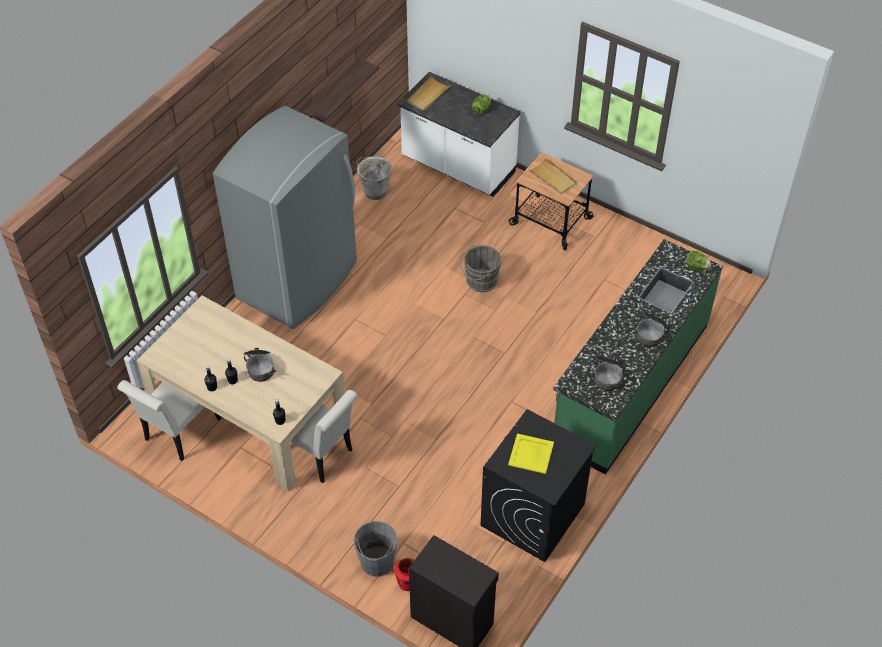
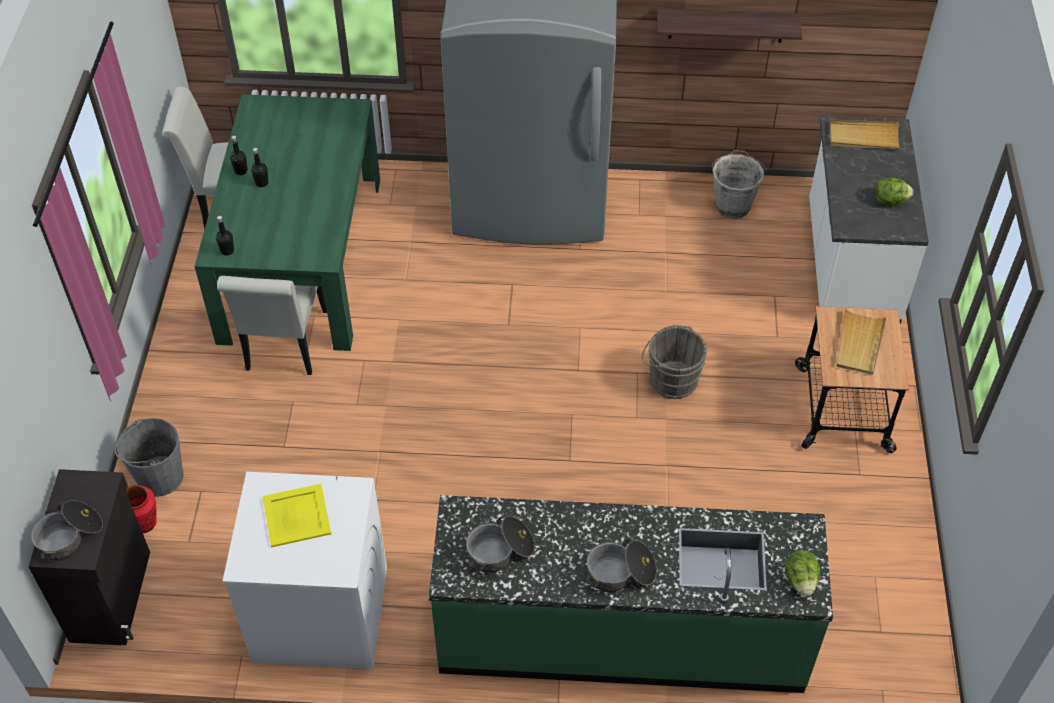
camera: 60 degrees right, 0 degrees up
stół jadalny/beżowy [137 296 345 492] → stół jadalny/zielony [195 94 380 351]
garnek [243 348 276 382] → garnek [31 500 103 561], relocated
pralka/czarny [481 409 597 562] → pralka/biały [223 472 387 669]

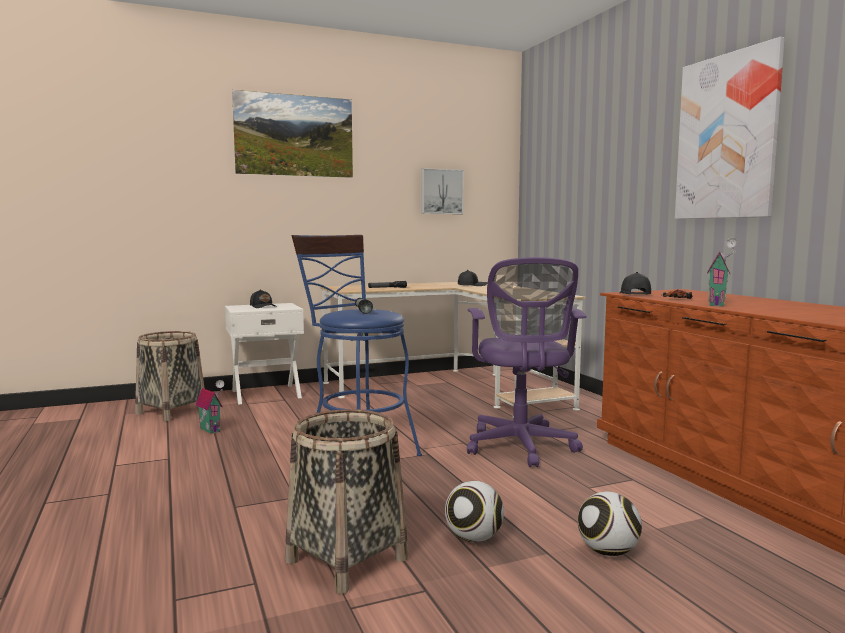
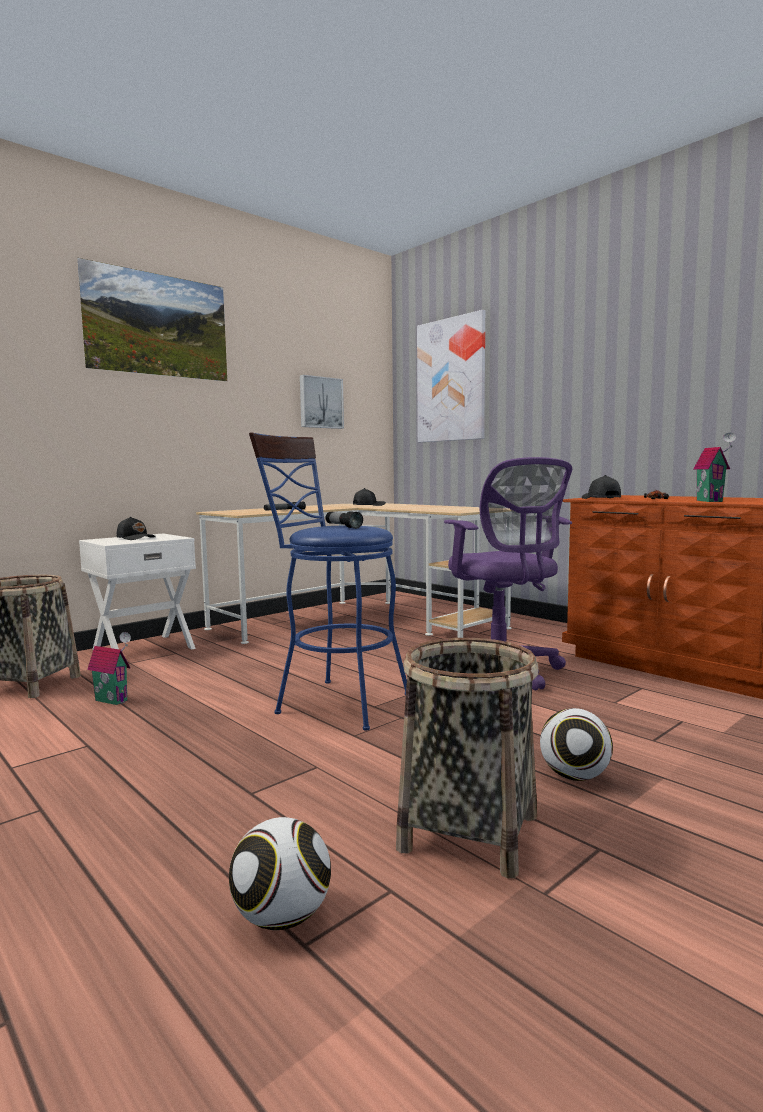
camera: 20 degrees left, 0 degrees up
obraz [675 37 785 219] → obraz [417 310 485 442], relocated
piłka futbolowa [578 491 642 556] → piłka futbolowa [229 817 331 930], relocated

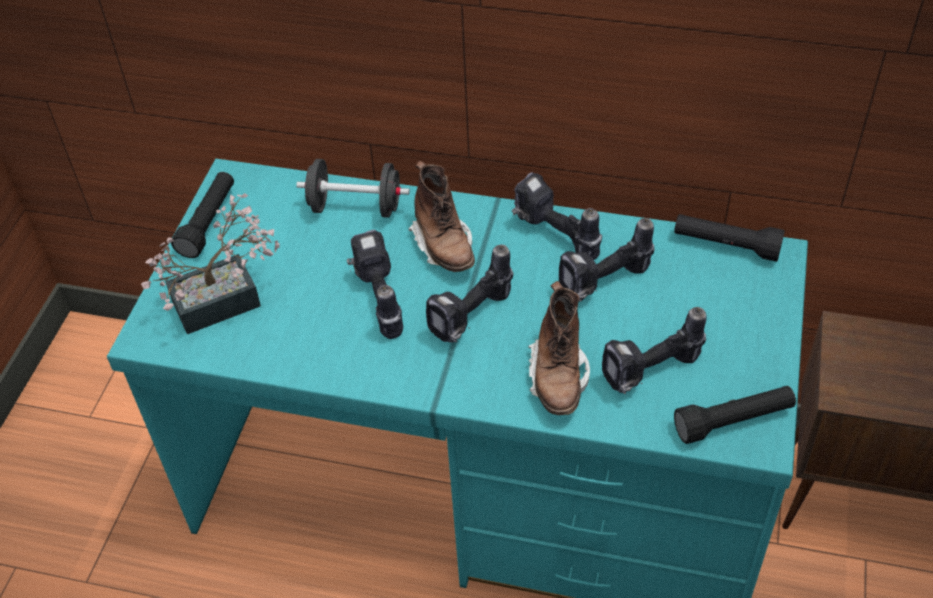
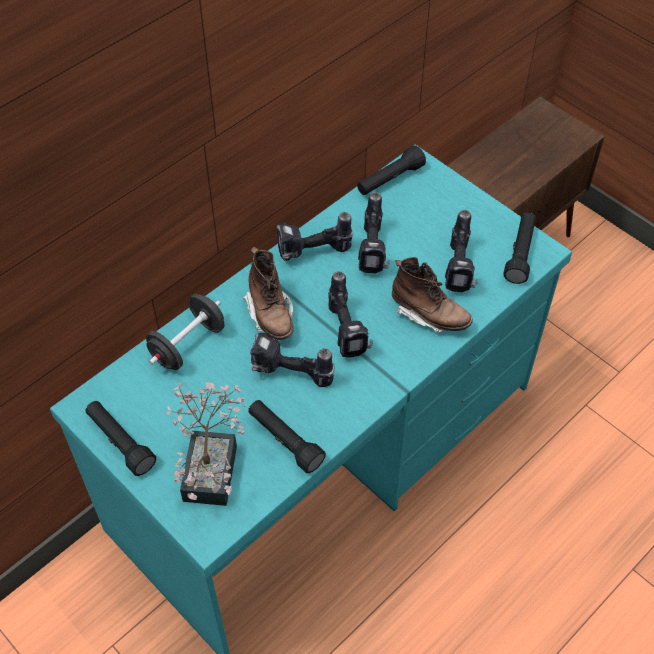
camera: 60 degrees left, 5 degrees up
but z cholewką/brązowy [408 161 475 272] → but z cholewką/brązowy [243 247 294 340], 60 degrees clockwise
- → latarka/czarny [248 400 326 473]

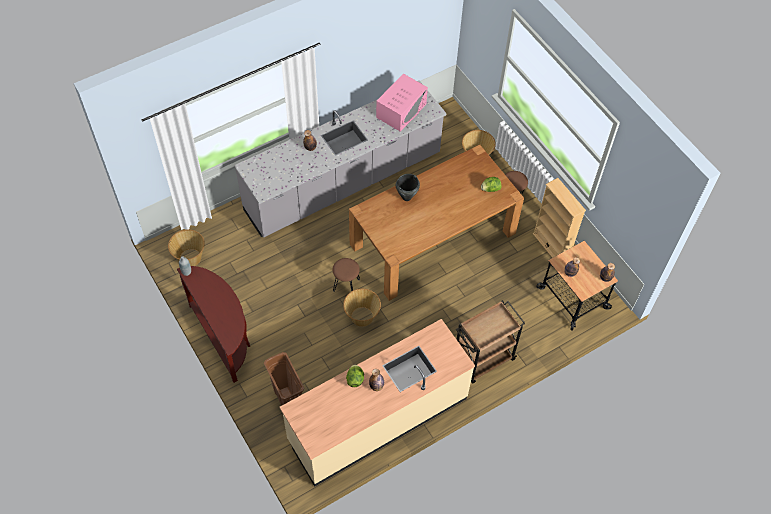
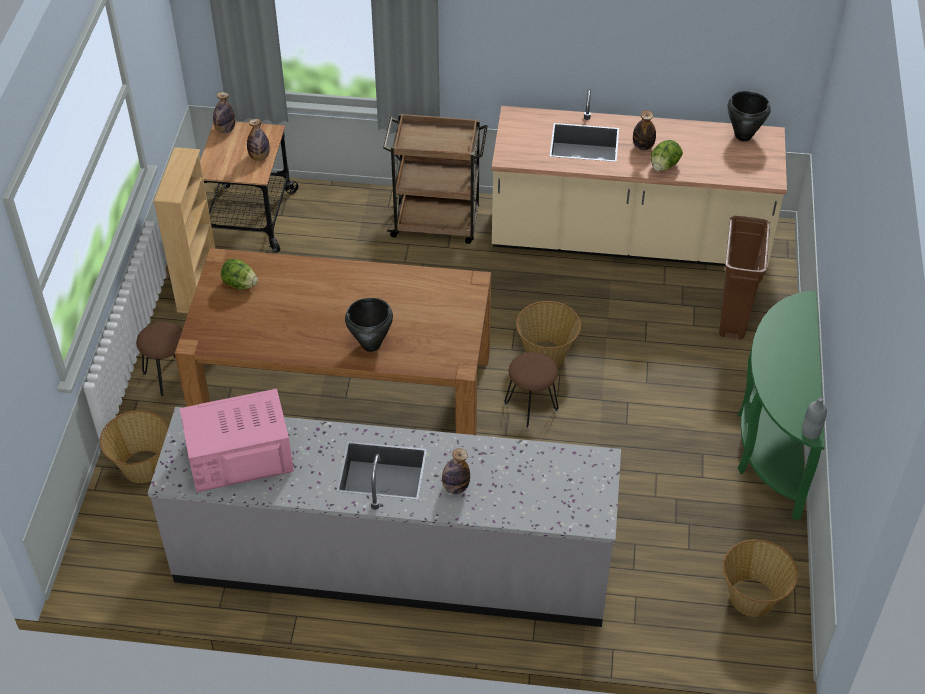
camera: 140 degrees left, 10 degrees down
stolik konsolowy/brązowy [177 266 250 383] → stolik konsolowy/zielony [738 291 825 520]
- → garnek/czarny [728 91 771 141]

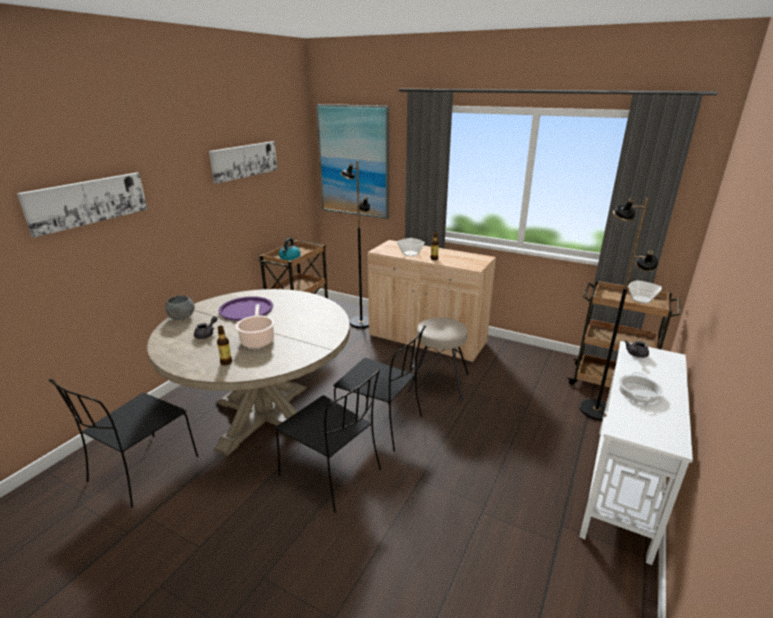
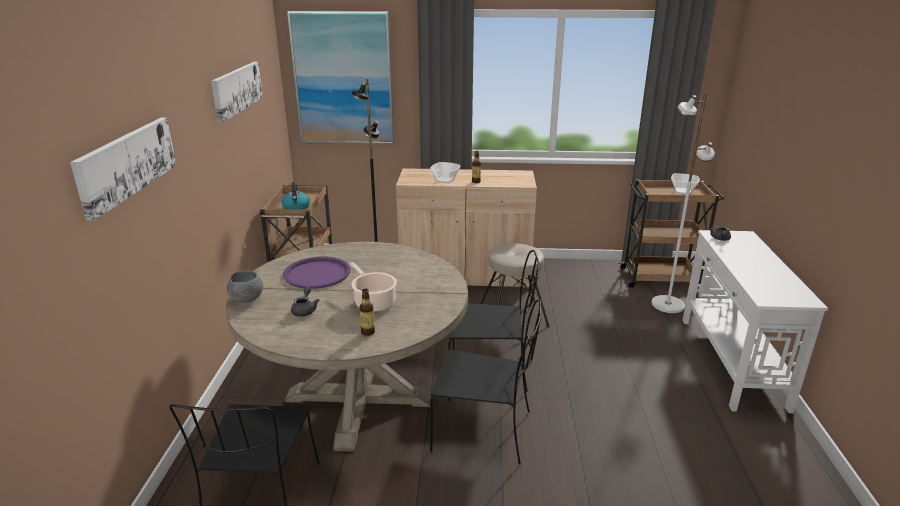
camera: 25 degrees left, 0 degrees up
lampa stojąca/czarny [580 198 658 421] → lampa stojąca/biały [651 93 715 313]
garnek [619 372 663 403] → -

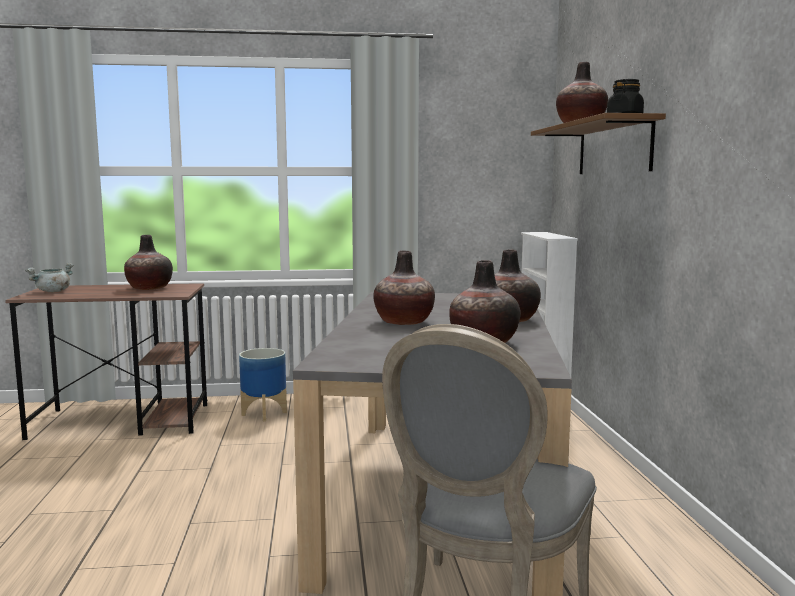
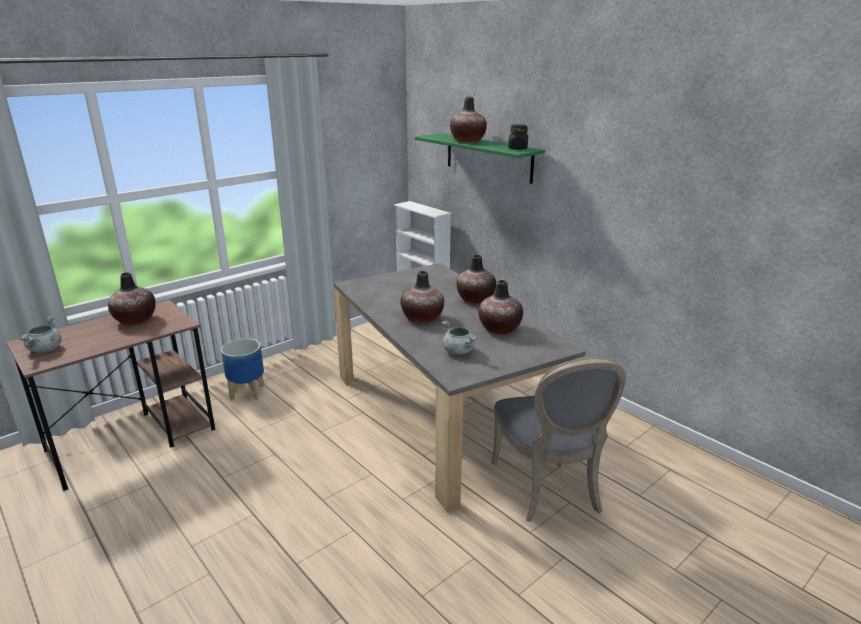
camera: 35 degrees left, 15 degrees up
półka/brązowy [531 113 666 174] → półka/zielony [415 133 545 184]
- → garnek/szary [441 321 478 354]

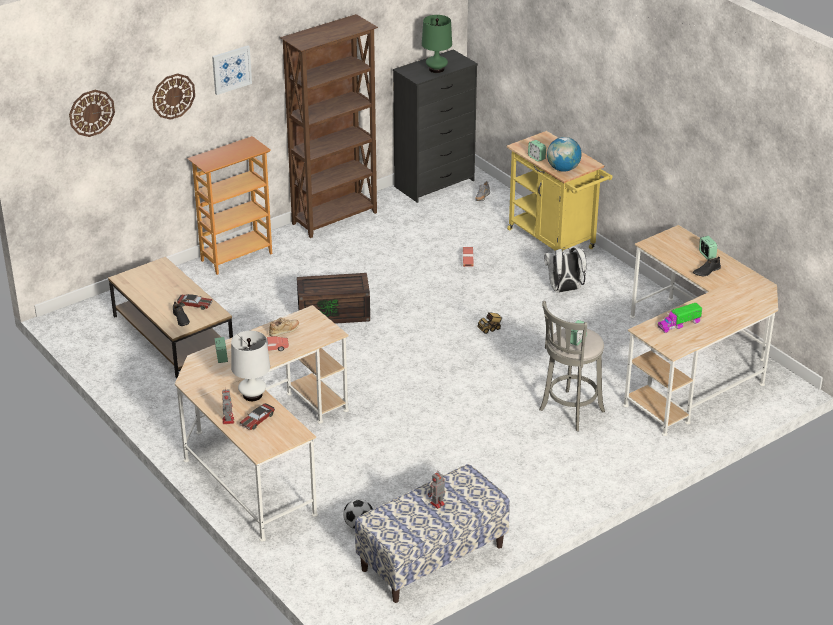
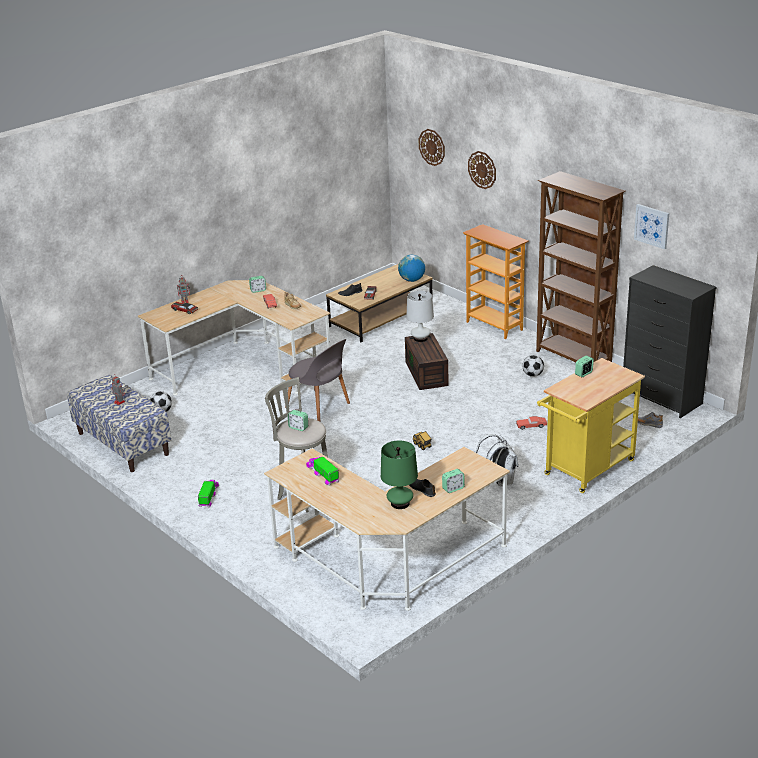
camera: 85 degrees right, 5 degrees down
lampa stołowa/zielony [422 15 452 73] → lampa stołowa/zielony [381 441 418 509], relocated
obraz [212 46 252 95] → obraz [634 204 669 249], relocated
globus [547 137 582 172] → globus [398 255 425 282], relocated
lampa stołowa/biały [231 331 270 401] → lampa stołowa/biały [406 291 434 342], relocated
- → krzesło/szary [285 339 350 422]
- → piłka futbolowa [522 355 544 377]
- → ciężarówka zabawkowa [198 480 219 508]

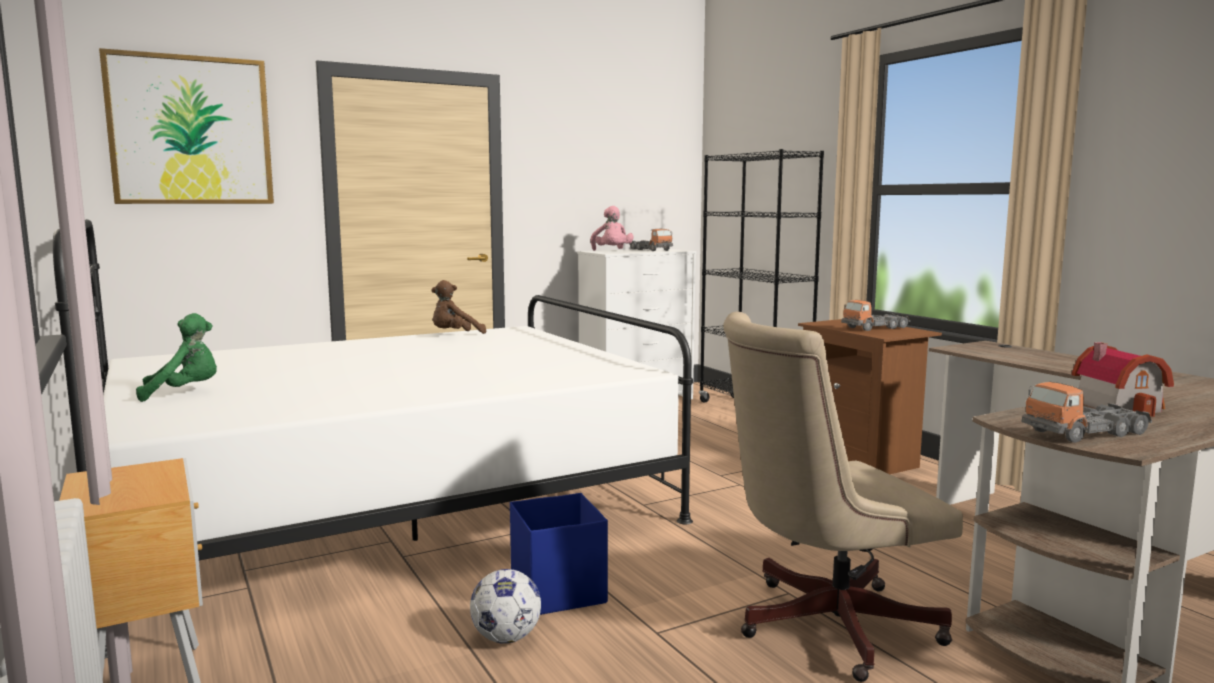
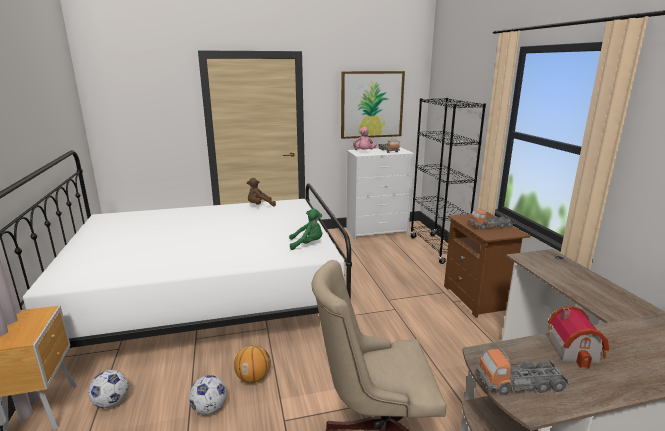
camera: 15 degrees right, 10 degrees up
obraz [99 48 274 204] → obraz [341 71 405 139], relocated
pluszak/zielony [136 313 217 402] → pluszak/zielony [289 209 322 250], relocated
pojemnik do przechowywania/niebieski [510 493 608 615] → piłka do koszykówki [234 345 271 383]
- → piłka futbolowa [88 370 129 408]

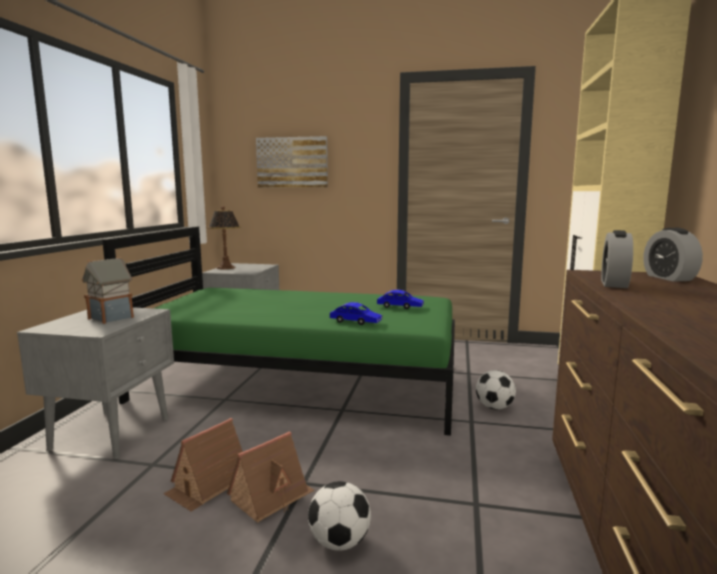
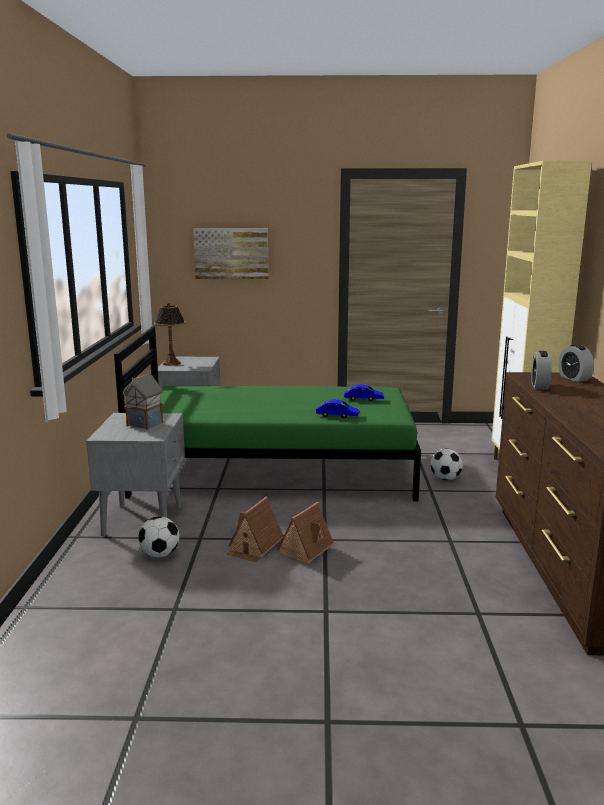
camera: 10 degrees left, 5 degrees up
piłka futbolowa [308 481 371 551] → piłka futbolowa [138 516 180 557], relocated

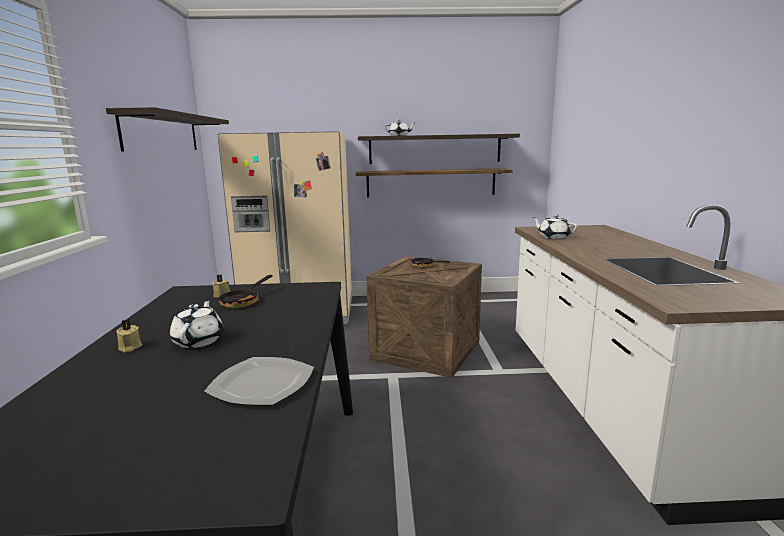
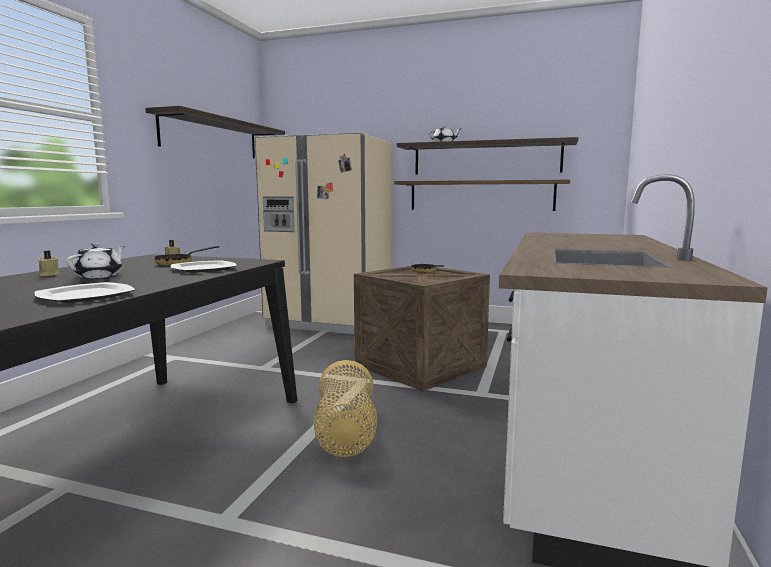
camera: 20 degrees right, 5 degrees down
imbryk/biały [532 215 578 239] → -
- → talerz [171 260 237 273]
- → koszyk [314 360 377 457]

